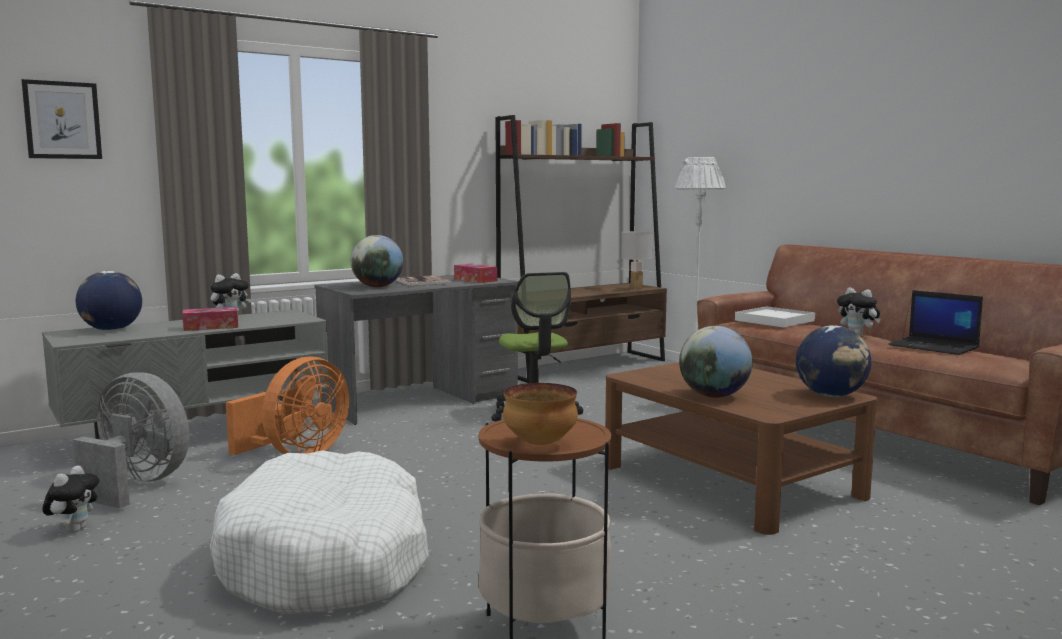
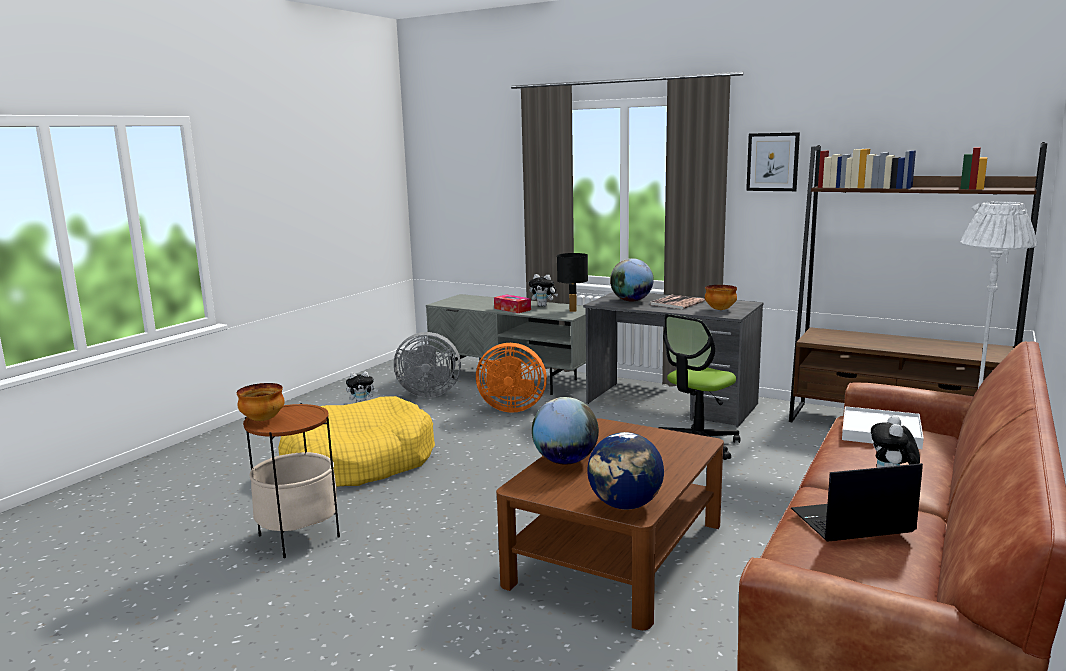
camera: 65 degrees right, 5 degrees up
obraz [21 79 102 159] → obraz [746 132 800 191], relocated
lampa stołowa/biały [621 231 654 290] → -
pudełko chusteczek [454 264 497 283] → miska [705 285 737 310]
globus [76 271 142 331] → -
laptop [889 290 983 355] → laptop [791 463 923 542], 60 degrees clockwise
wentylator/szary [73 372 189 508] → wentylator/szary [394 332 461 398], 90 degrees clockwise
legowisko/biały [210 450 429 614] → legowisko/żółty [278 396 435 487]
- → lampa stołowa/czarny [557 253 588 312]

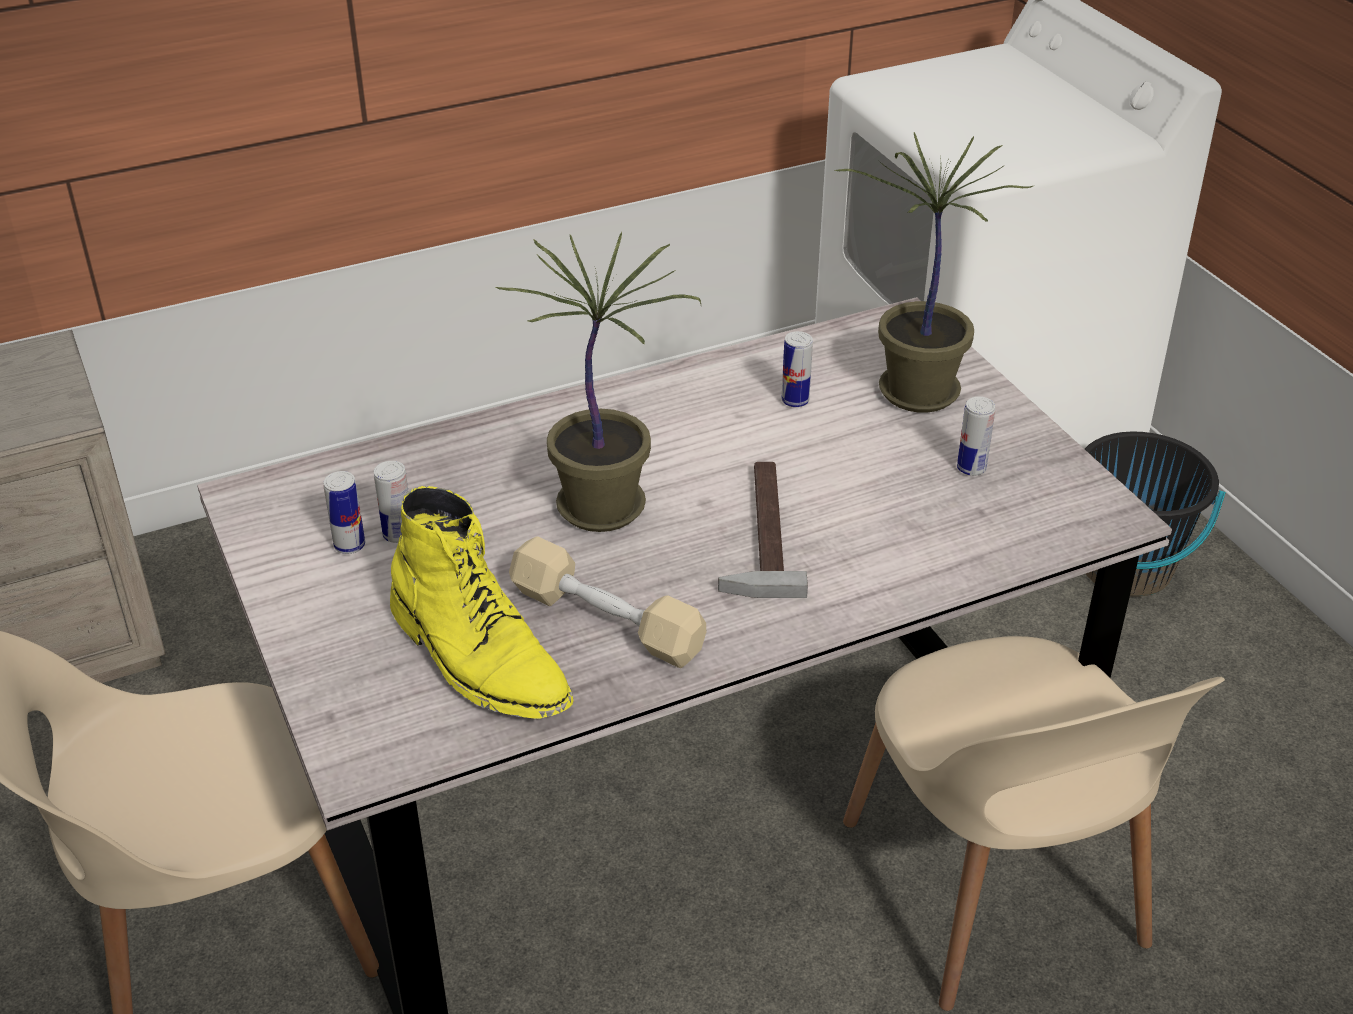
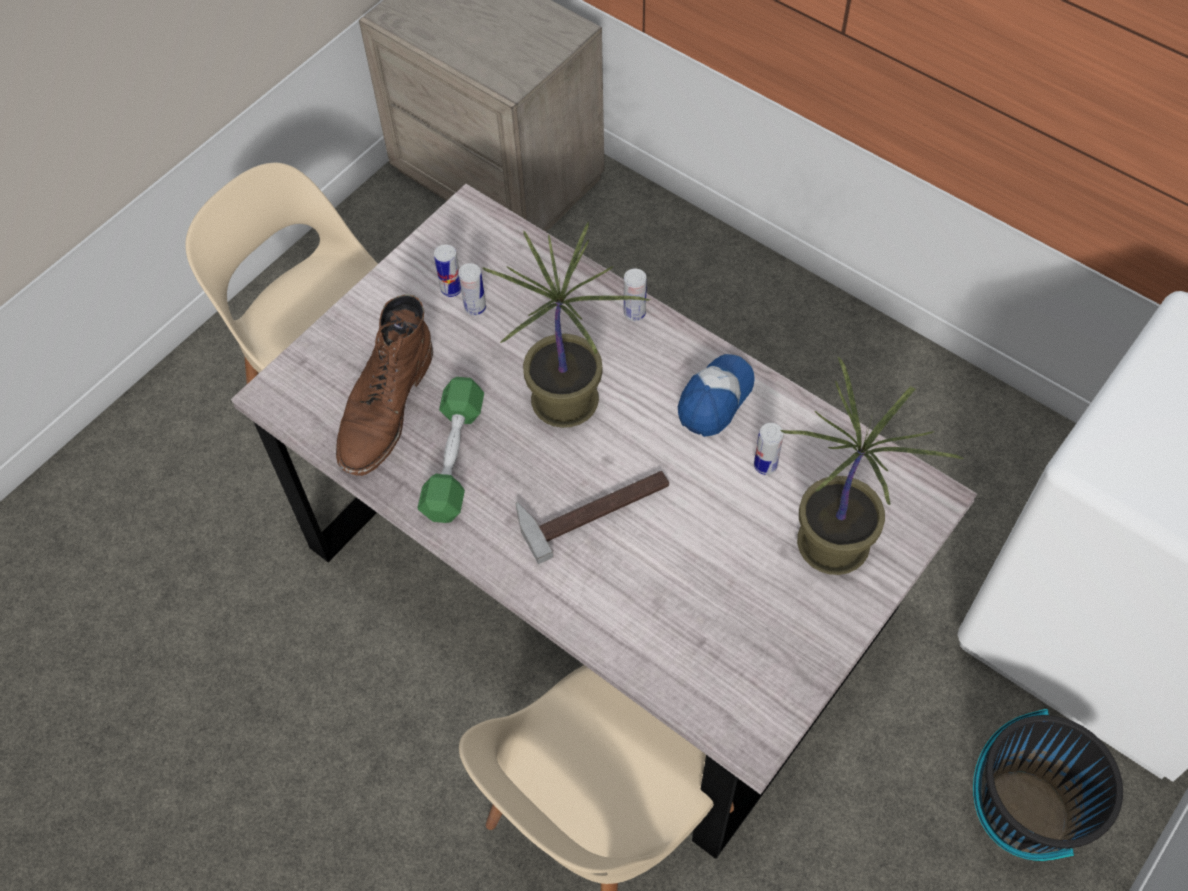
camera: 65 degrees right, 20 degrees up
puszka [957 396 995 476] → puszka [624 269 647 321], relocated
but z cholewką/żółty [390 486 574 719] → but z cholewką/brązowy [336 294 433 476]
hantel/beżowy [509 536 706 668] → hantel/zielony [417 377 484 523]
- → czapka z daszkiem [678 354 755 437]

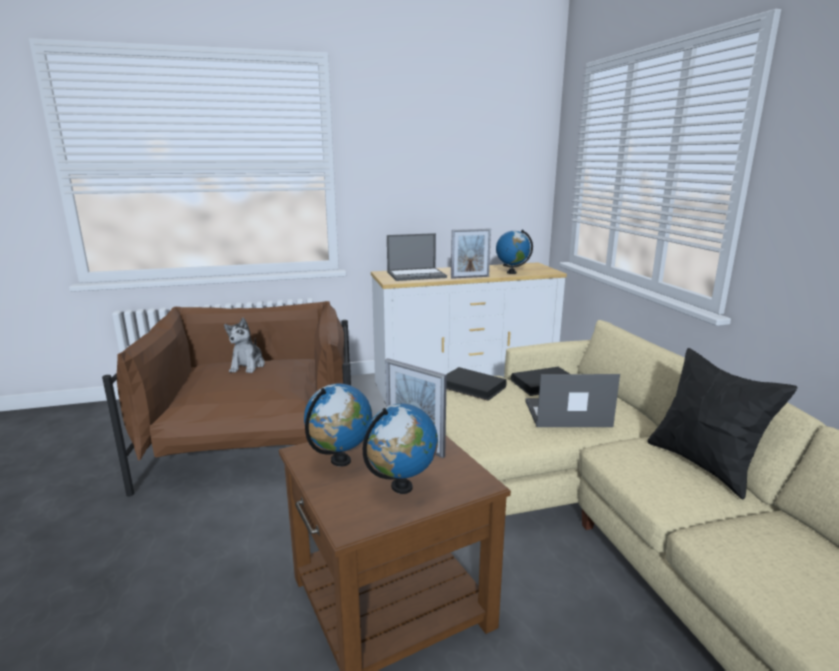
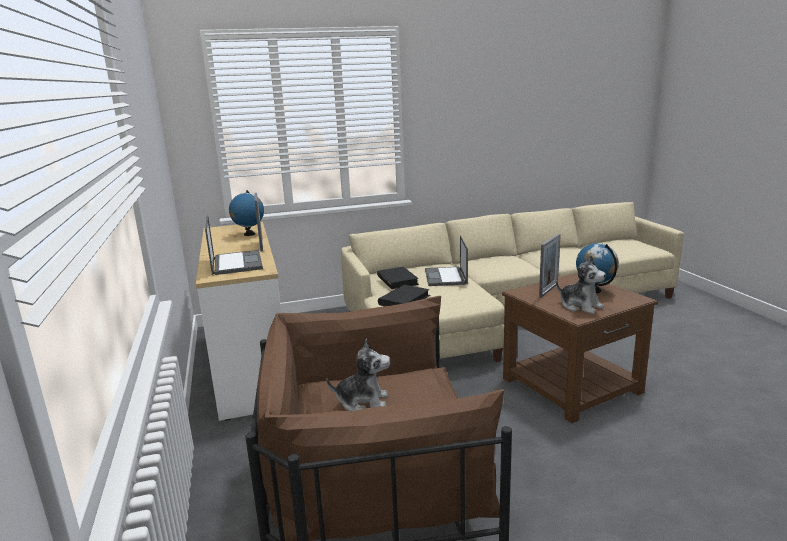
camera: 90 degrees left, 0 degrees up
poduszka/czarny [647 348 797 499] → -
globus [304 383 372 467] → pluszak [556 255 606 314]

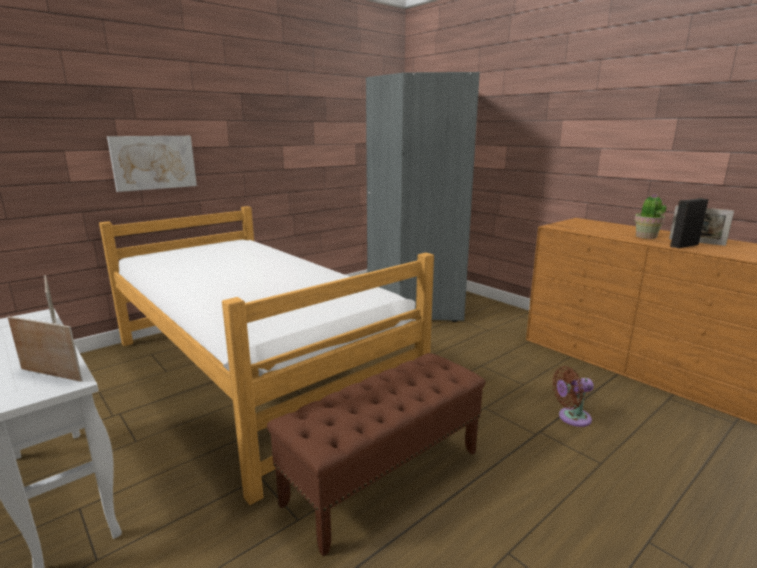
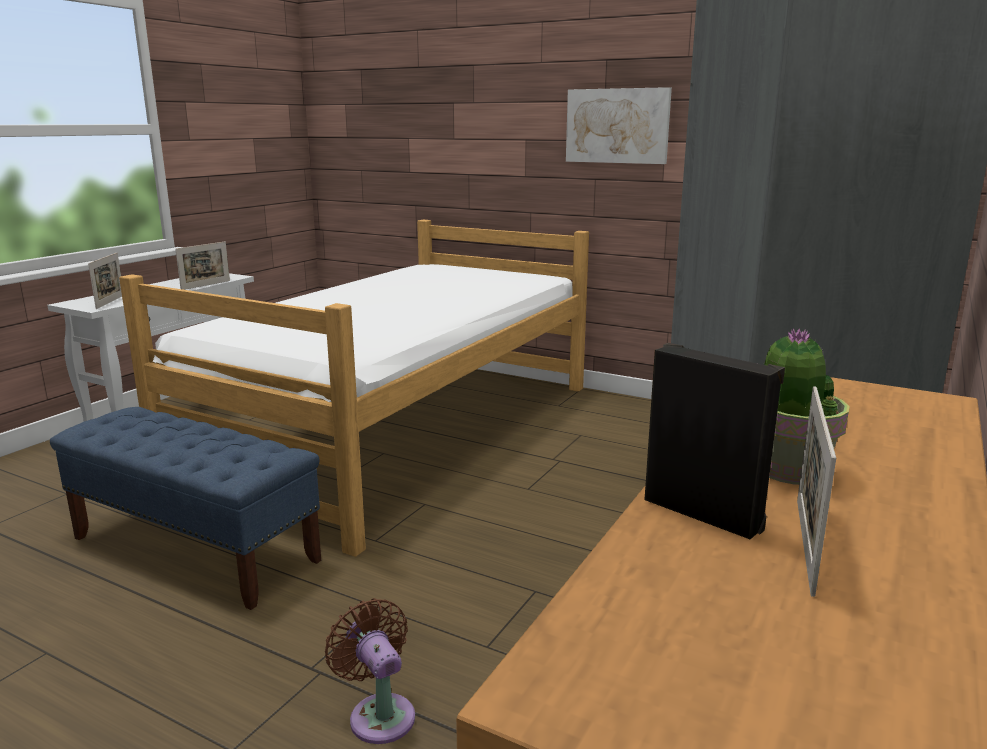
camera: 70 degrees right, 0 degrees up
obraz [107 136 197 192] → obraz [566 87 672 164], relocated
ławka/brązowy [267 353 485 557] → ławka/niebieski [50 407 321 610]

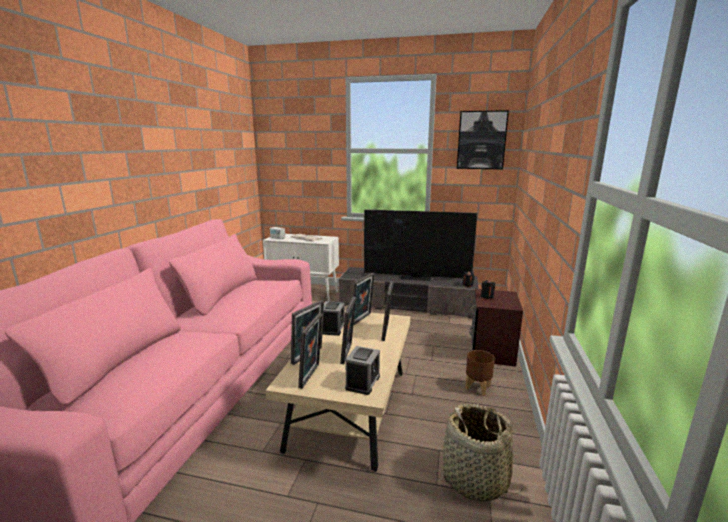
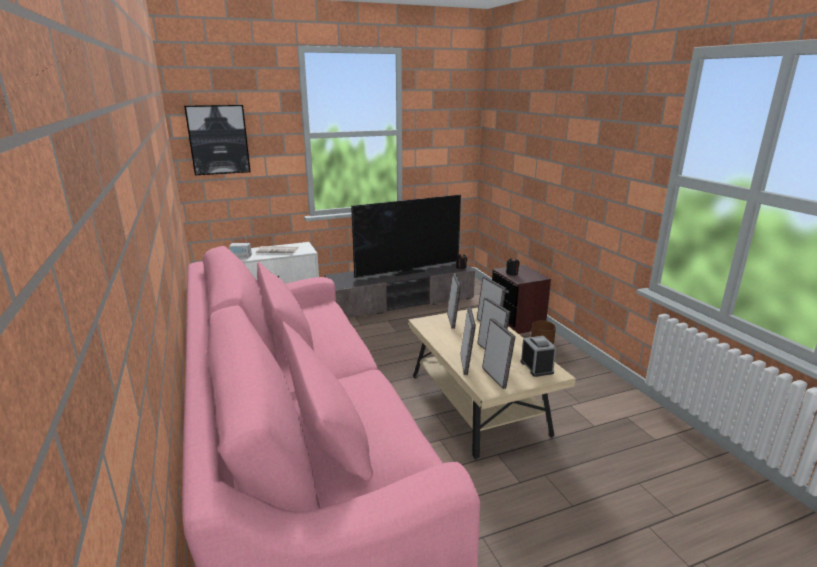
camera: 35 degrees left, 5 degrees up
obraz [457 110 509 169] → obraz [184 105 251 175], relocated
budzik [322 301 345 336] → -
koszyk [443 403 523 502] → -

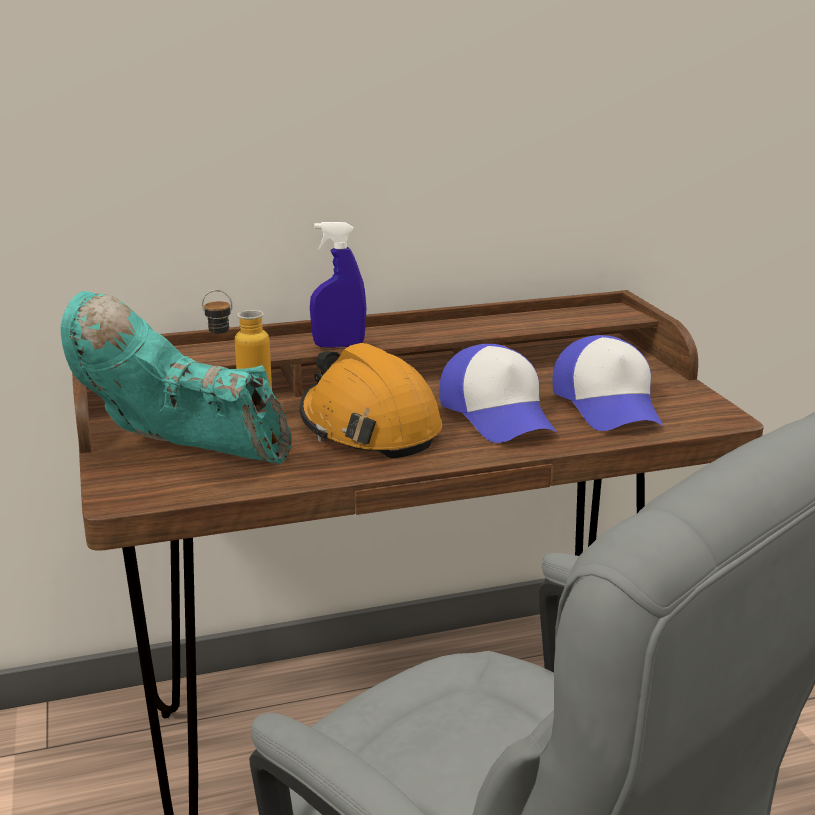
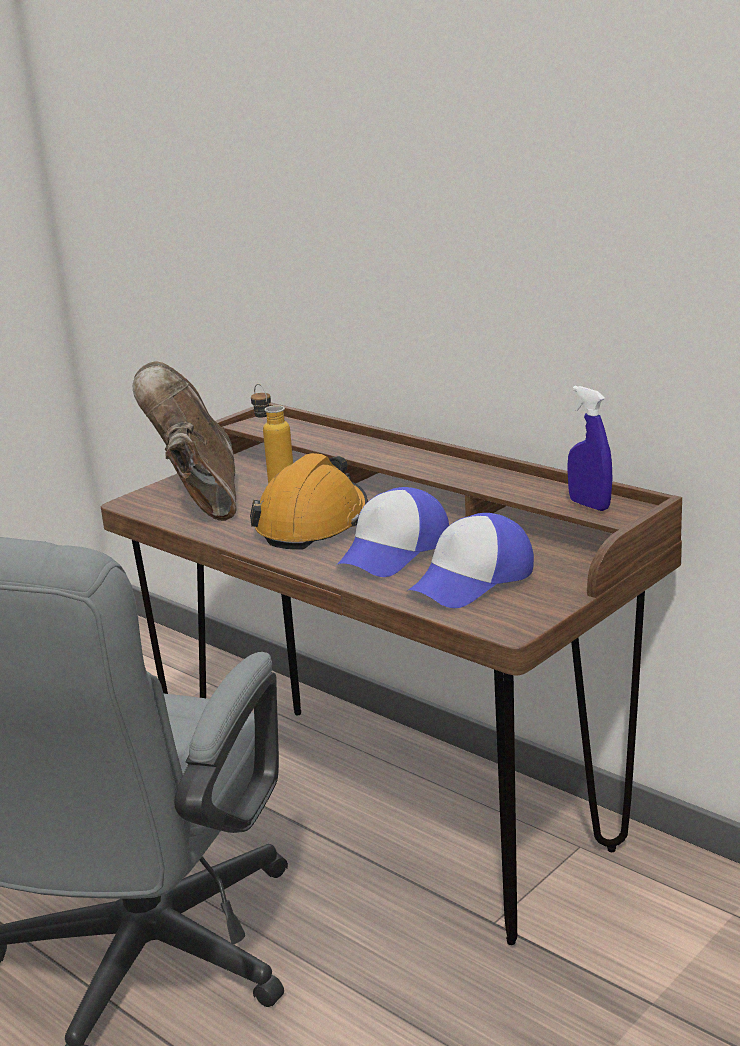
camera: 60 degrees right, 0 degrees up
spryskiwacz/niebieski [310 222 366 348] → spryskiwacz/niebieski [568 386 613 511], relocated
but z cholewką/turkusowy [61 291 292 465] → but z cholewką/brązowy [133 361 237 521]

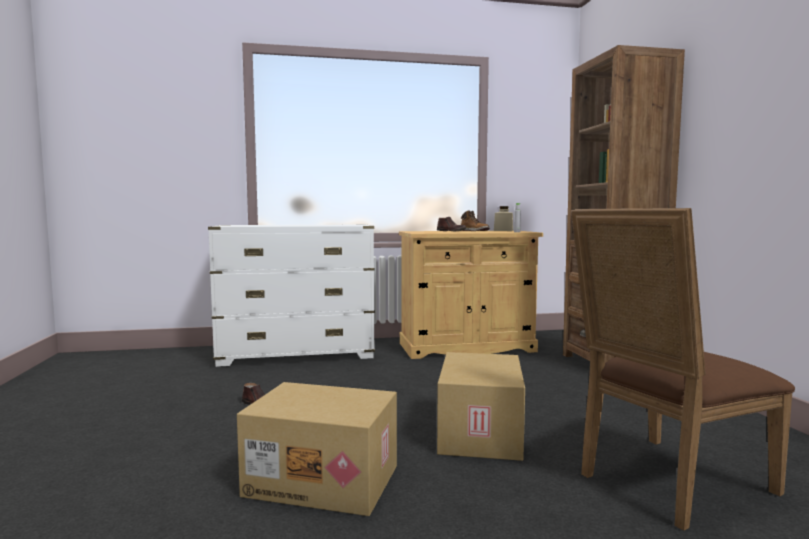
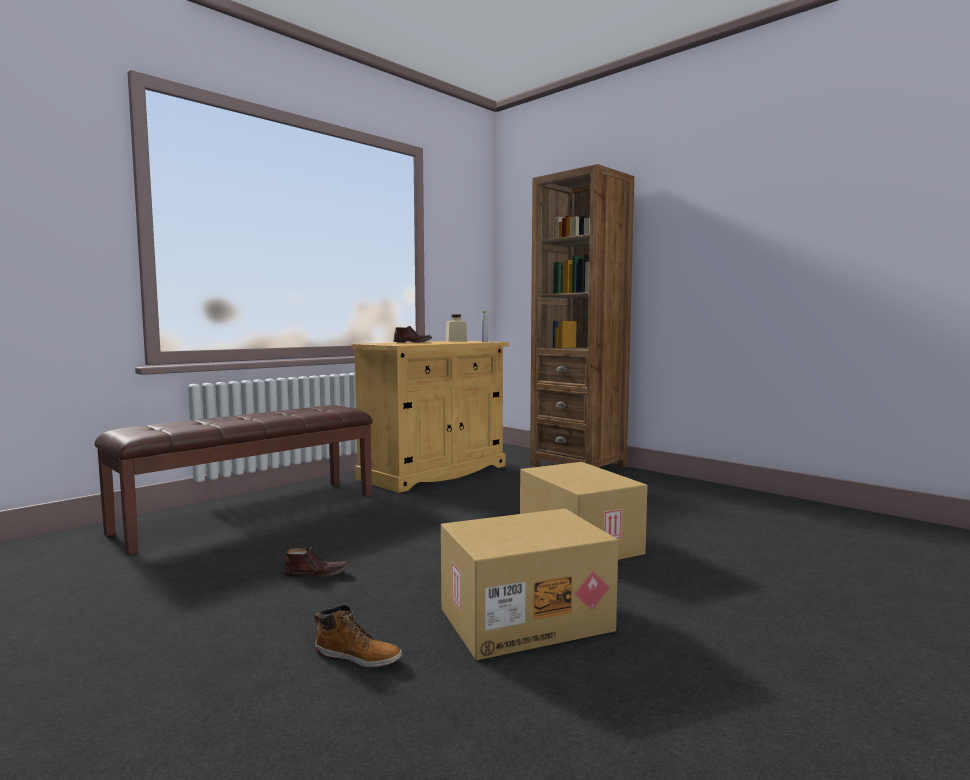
camera: 35 degrees left, 0 degrees up
krzesło/brązowy [571 208 795 531] → -
but z cholewką [461 210 490 231] → but z cholewką [314 604 402 668], relocated
komoda/biały [208 224 375 367] → ławka/brązowy [95 405 373 555]

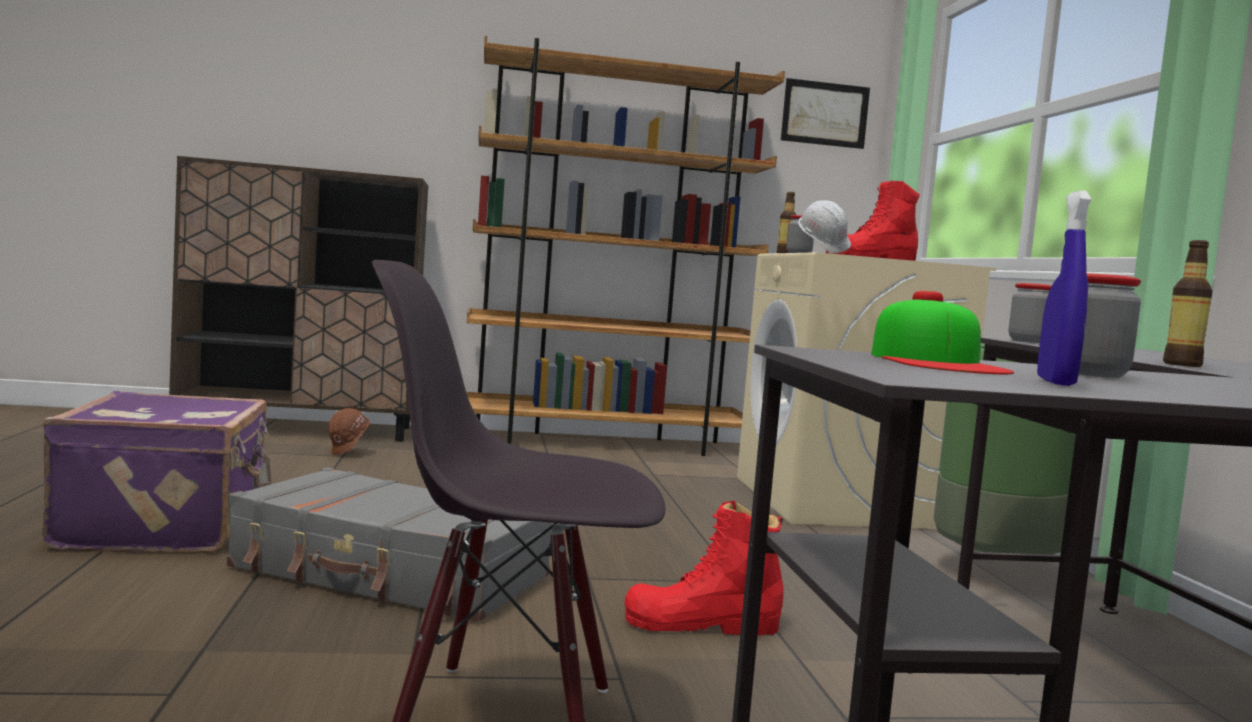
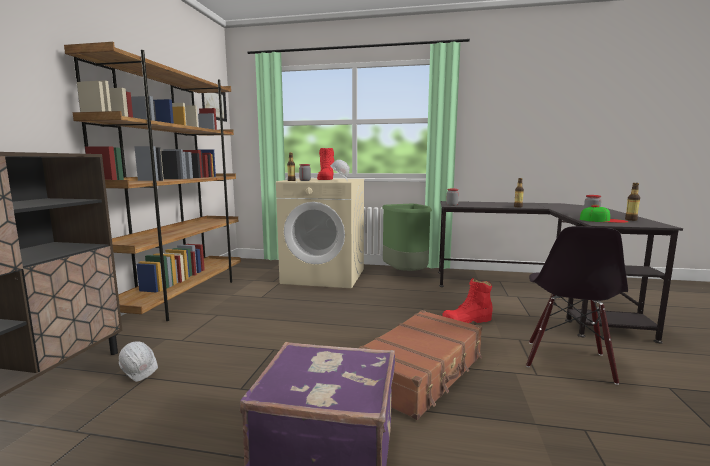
camera: 70 degrees left, 5 degrees up
spryskiwacz/niebieski [1037 190 1091 386] → butelka [625 183 640 221]
kask/brązowy [328 408 370 455] → kask/biały [119 341 158 382]
walizka/szary [227 467 552 622] → walizka/brązowy [358 310 482 420]
but z cholewką/czerwony [624 500 784 636] → but z cholewką/czerwony [442 278 492 323], 60 degrees clockwise

